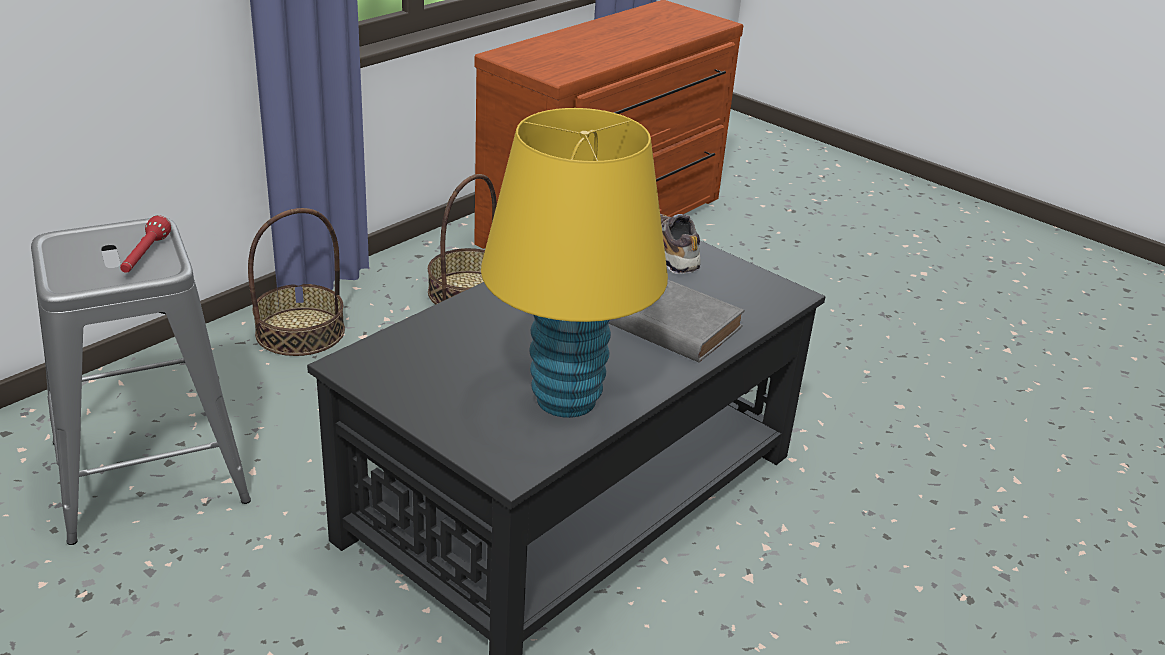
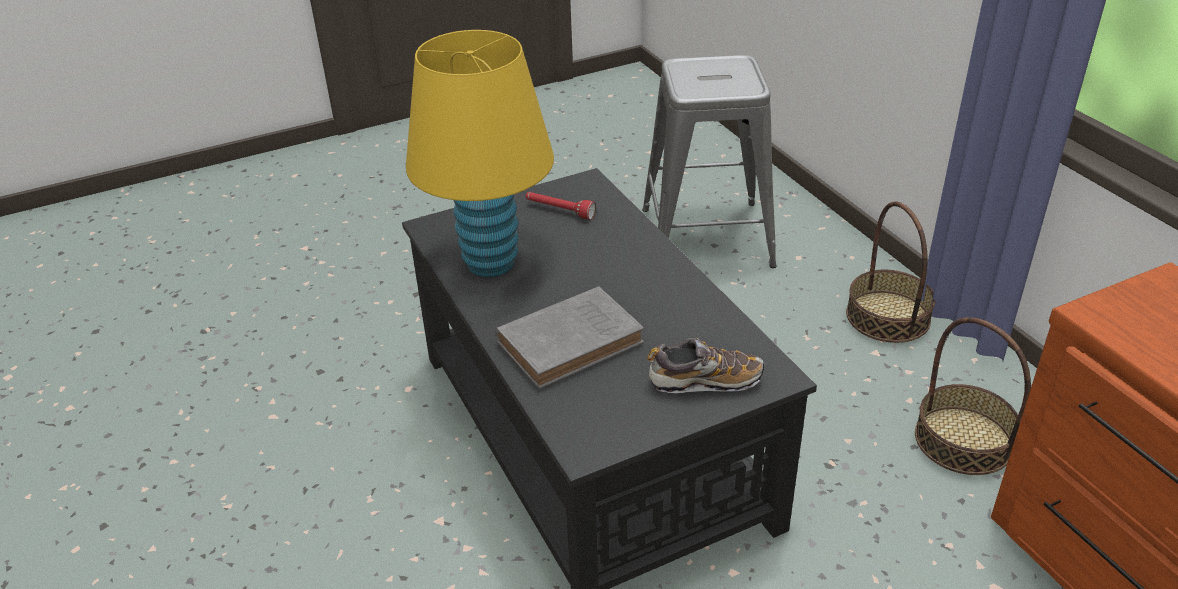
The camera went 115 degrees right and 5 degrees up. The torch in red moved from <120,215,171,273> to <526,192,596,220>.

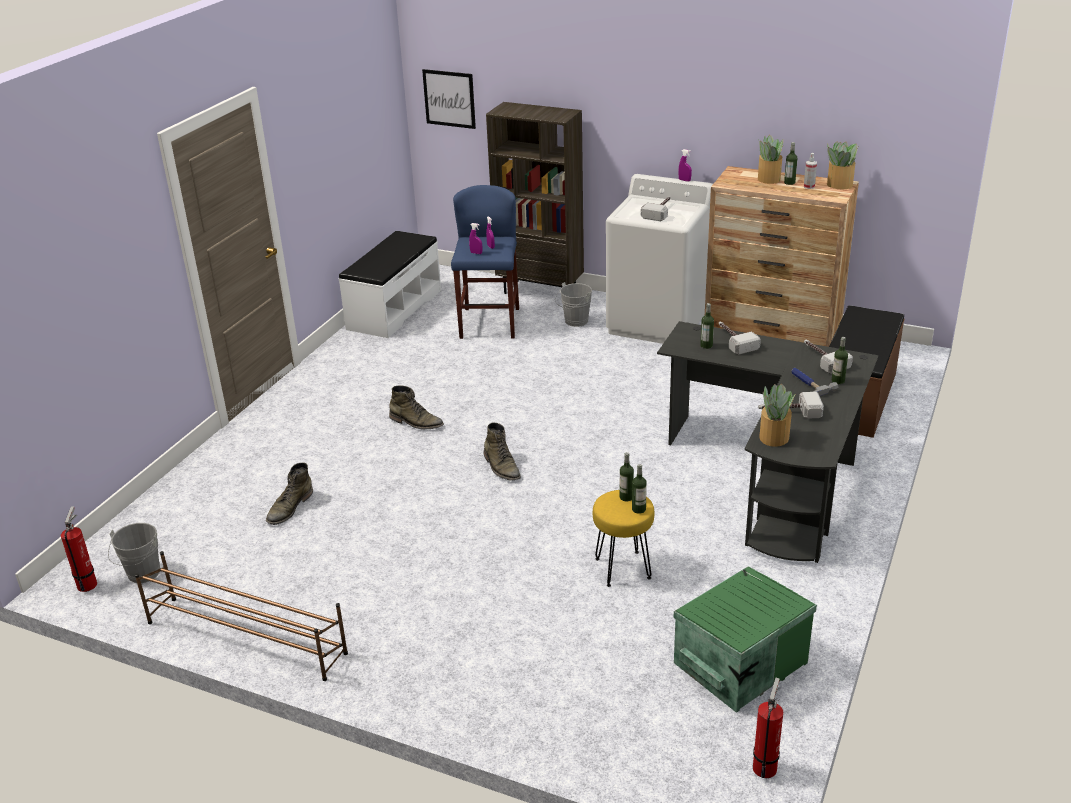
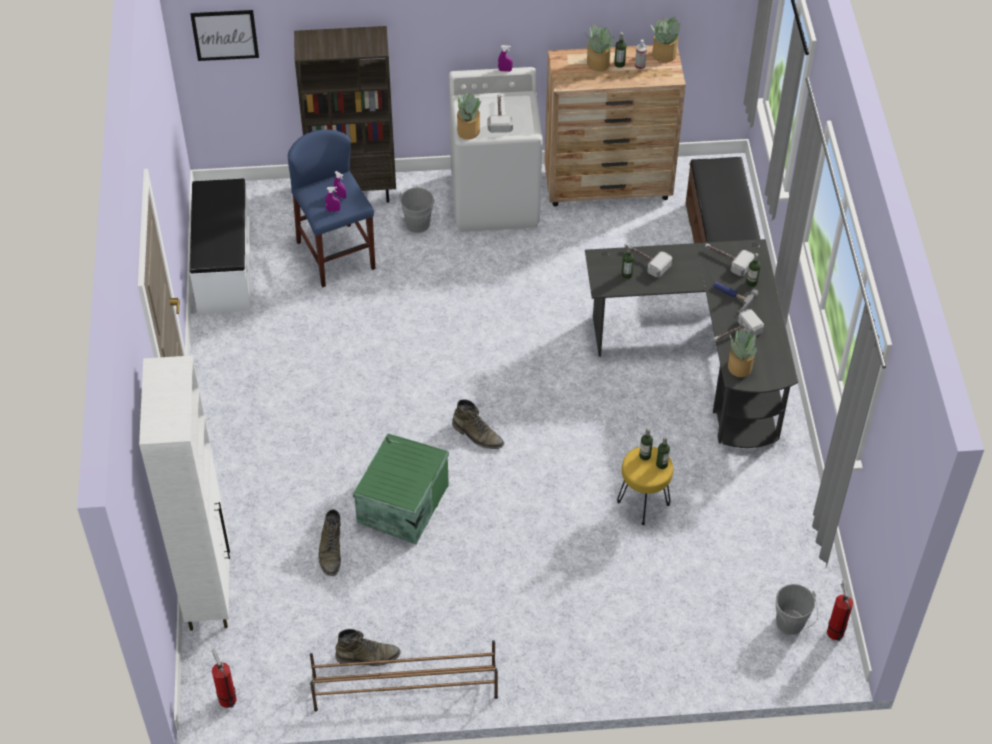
The camera went 30 degrees left and 20 degrees up. The tall boot in green-coloured moved from <389,385,444,430> to <336,629,401,666>. The bucket in gray moved from <108,523,160,583> to <776,584,818,635>. The storage container in green-coloured moved from <673,566,817,713> to <352,433,449,545>. The potted plant at <457,92,481,140> appeared. The cabinet in white at <139,355,230,631> appeared.

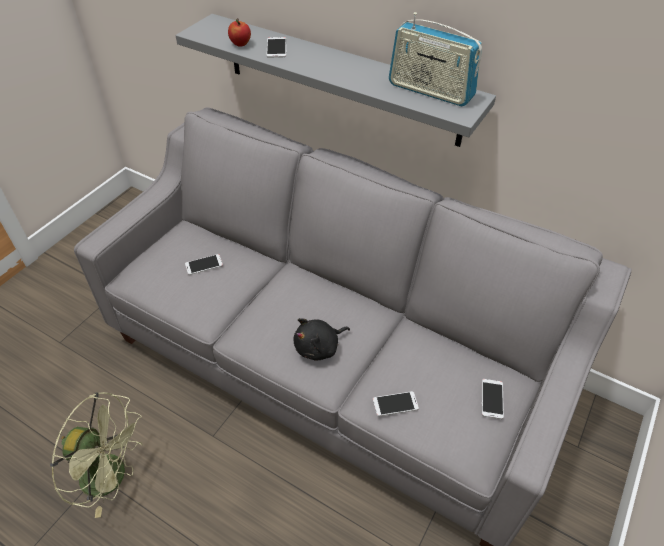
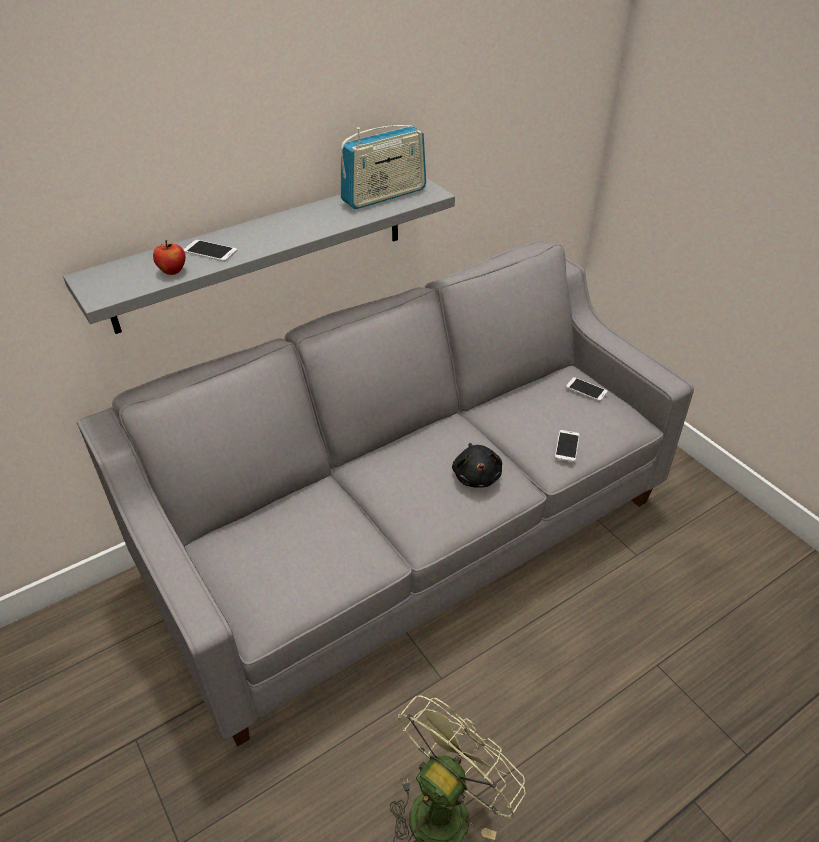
The camera went 65 degrees left and 5 degrees down. The handset at <185,254,223,275> disappeared.

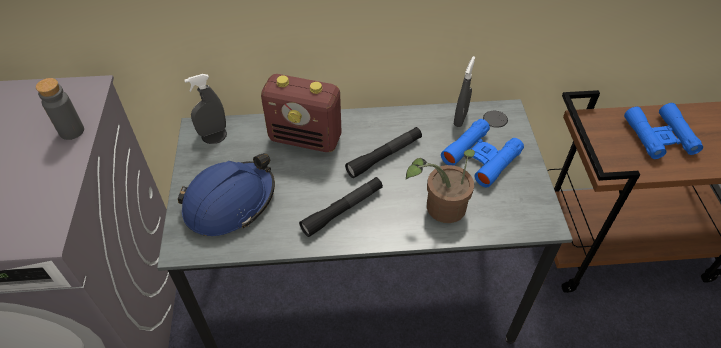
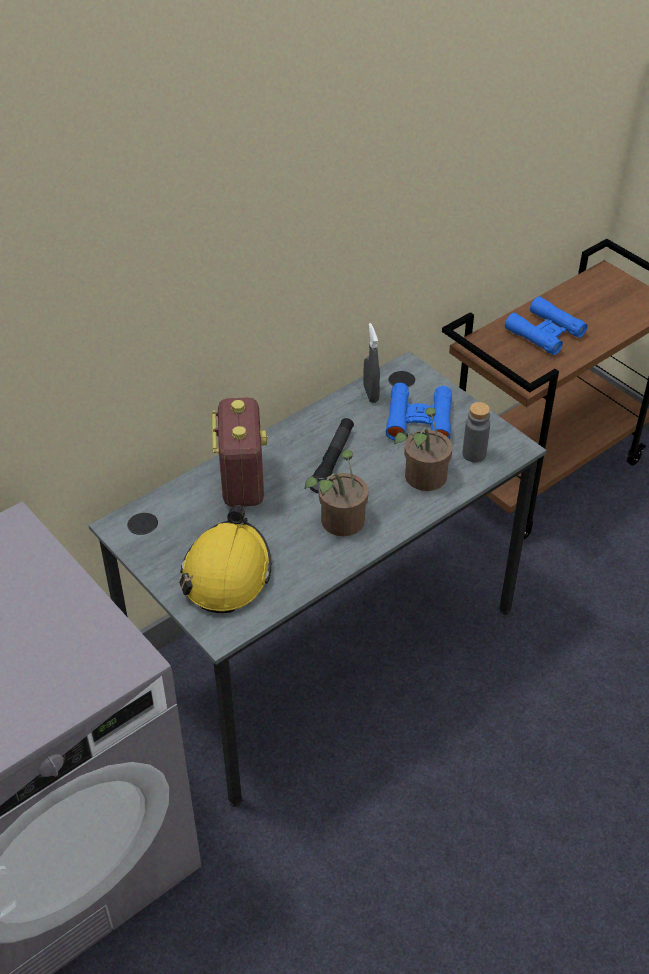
The camera went 35 degrees left and 5 degrees down. The sprayer in gray at <184,74,226,136> disappeared. The radio receiver at <261,74,341,152> turned 75 degrees counterclockwise. The bottle in gray moved from <36,78,84,140> to <463,402,490,462>. The work helmet in blue at <178,153,275,236> became the work helmet in yellow at <179,505,272,613>. The torch in black at <299,177,383,237> was replaced by the potted plant at <305,450,368,536>.

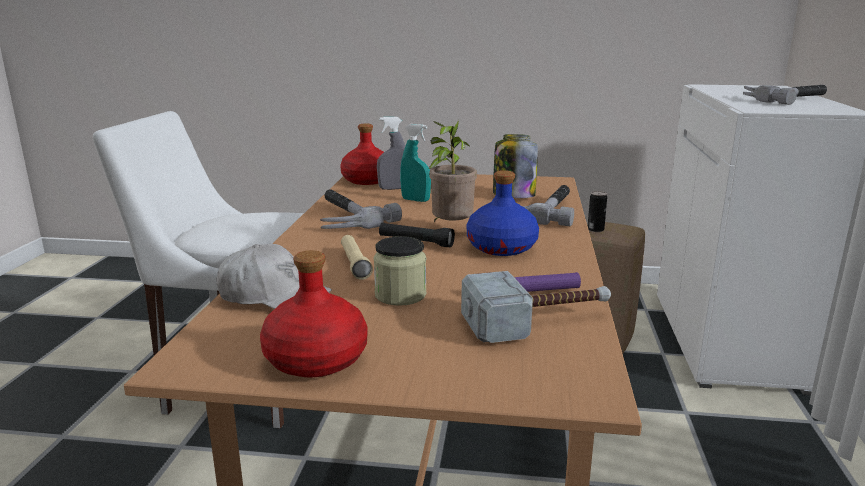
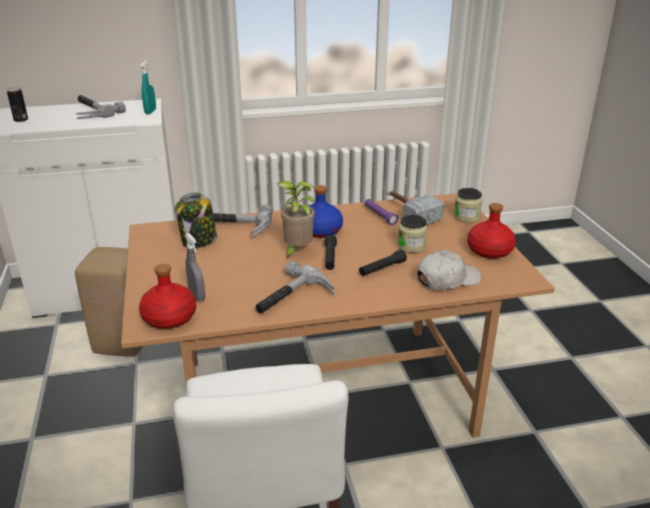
The camera went 110 degrees left and 10 degrees up. The sprayer in turquoise moved from <400,124,431,202> to <140,60,156,114>. The metal can moved from <588,191,607,232> to <7,87,28,122>. The torch in sand-coloured at <341,235,373,280> became the torch in black at <359,250,407,276>. The cap in white at <217,244,332,309> turned 75 degrees clockwise. The storage jar at <454,188,482,223> appeared.

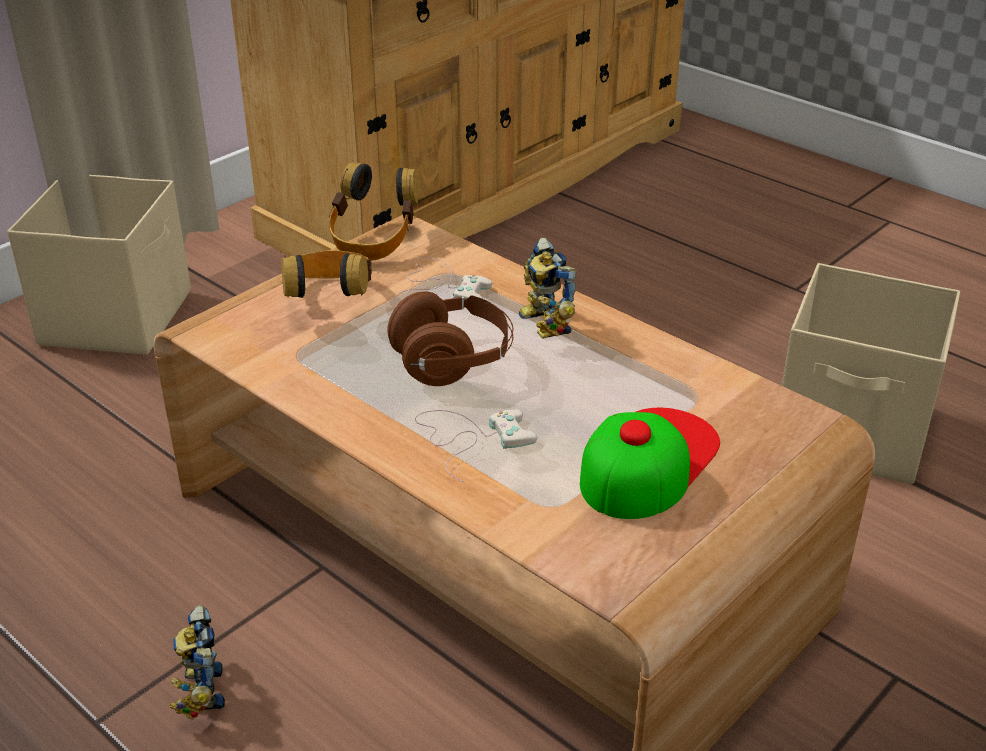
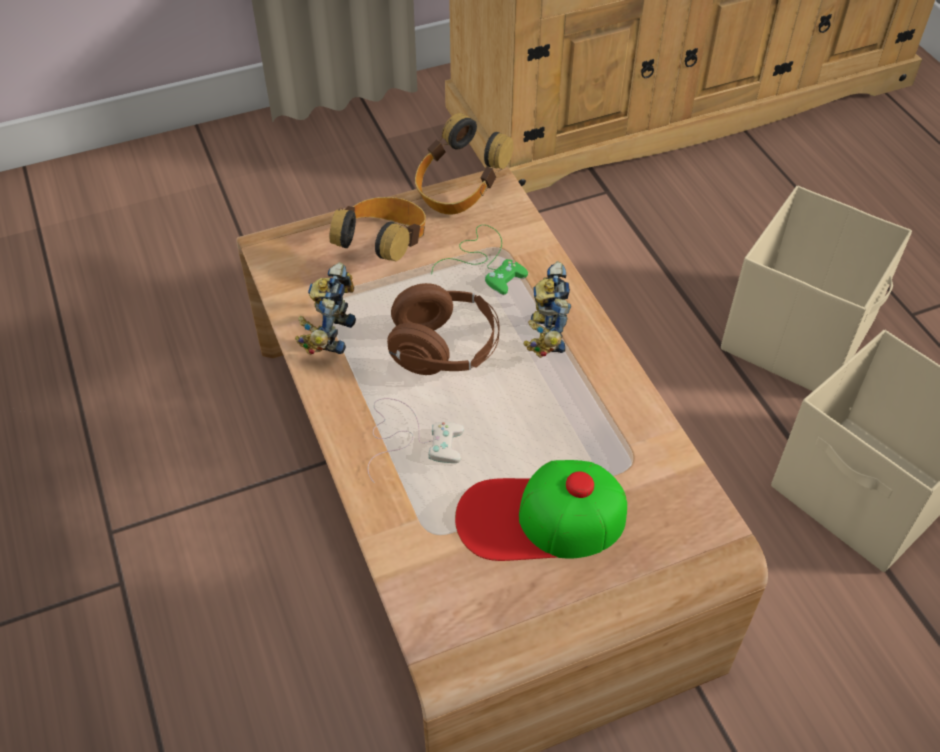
The camera went 25 degrees right and 15 degrees up. The storage container in sand-coloured moved from <7,175,191,355> to <721,186,912,391>. The game controller in white at <394,257,492,306> became the game controller in green-coloured at <431,225,528,295>. The cap at <580,408,720,519> turned 150 degrees counterclockwise. The robot figure moved from <170,605,225,719> to <295,262,356,355>.

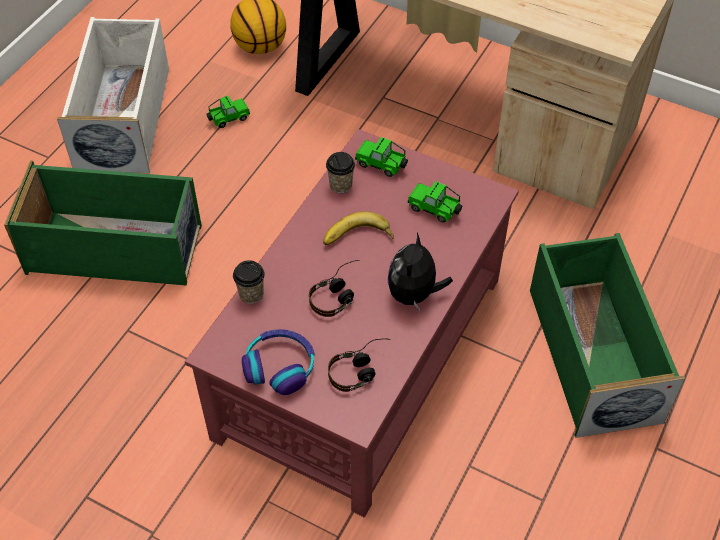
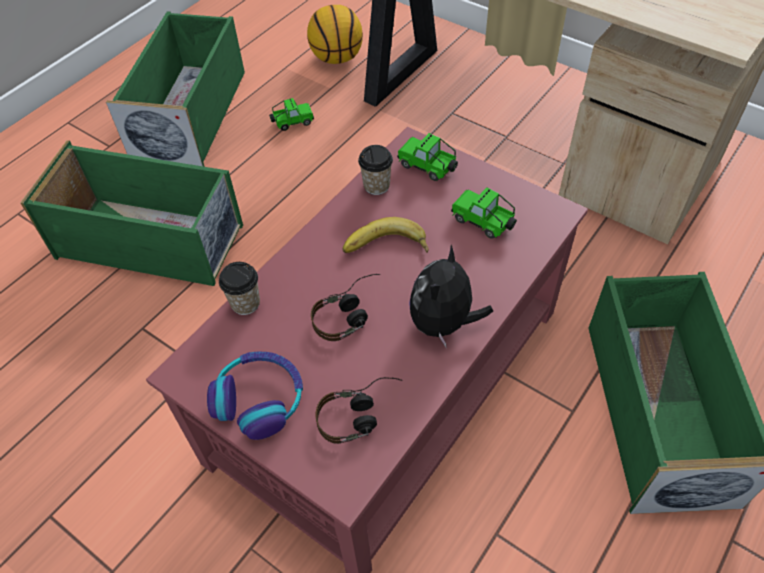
The camera went 10 degrees right and 0 degrees up. The storage container in white at <57,17,169,173> became the storage container in green-coloured at <106,11,245,167>.

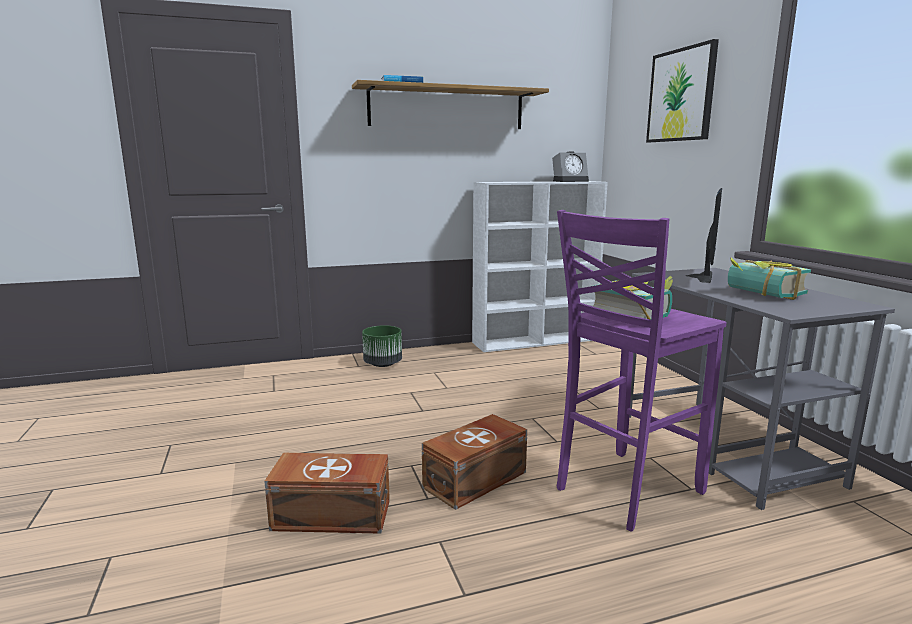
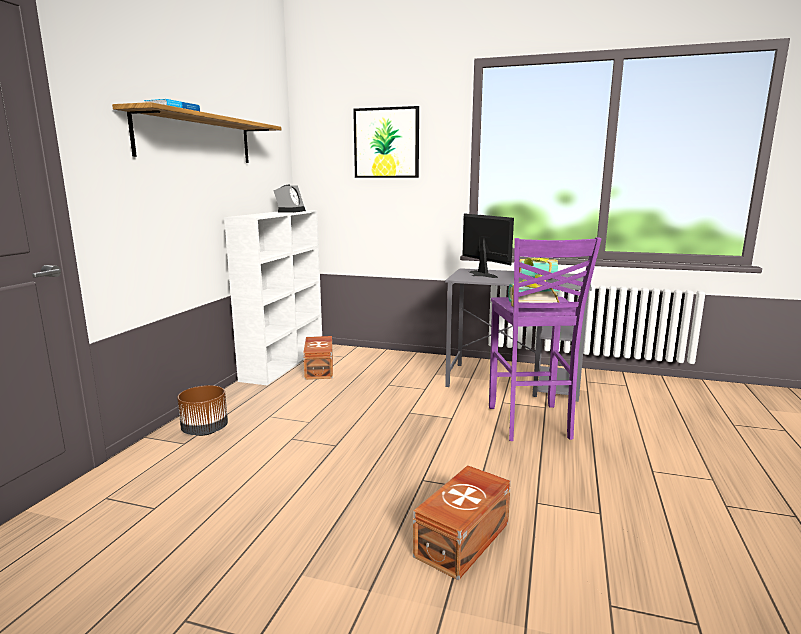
The camera went 55 degrees left and 0 degrees up. The plant pot in green-coloured at <362,325,402,367> became the plant pot in brown at <177,385,228,436>. The storage container in brown moved from <422,414,527,510> to <303,336,333,380>.

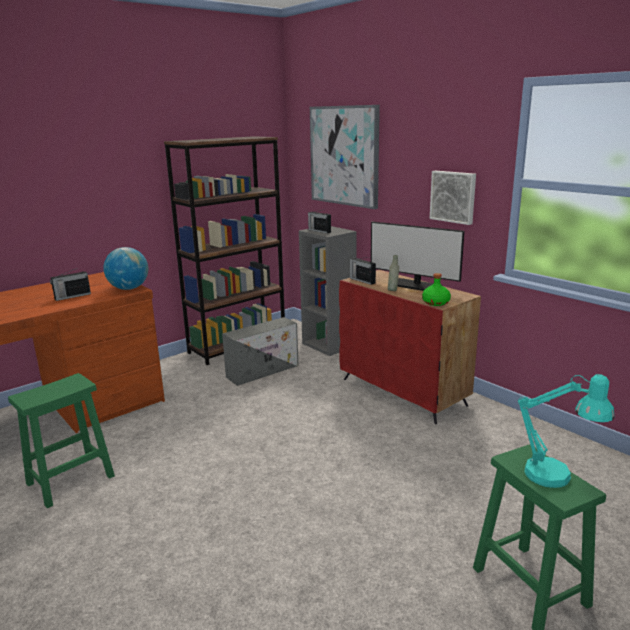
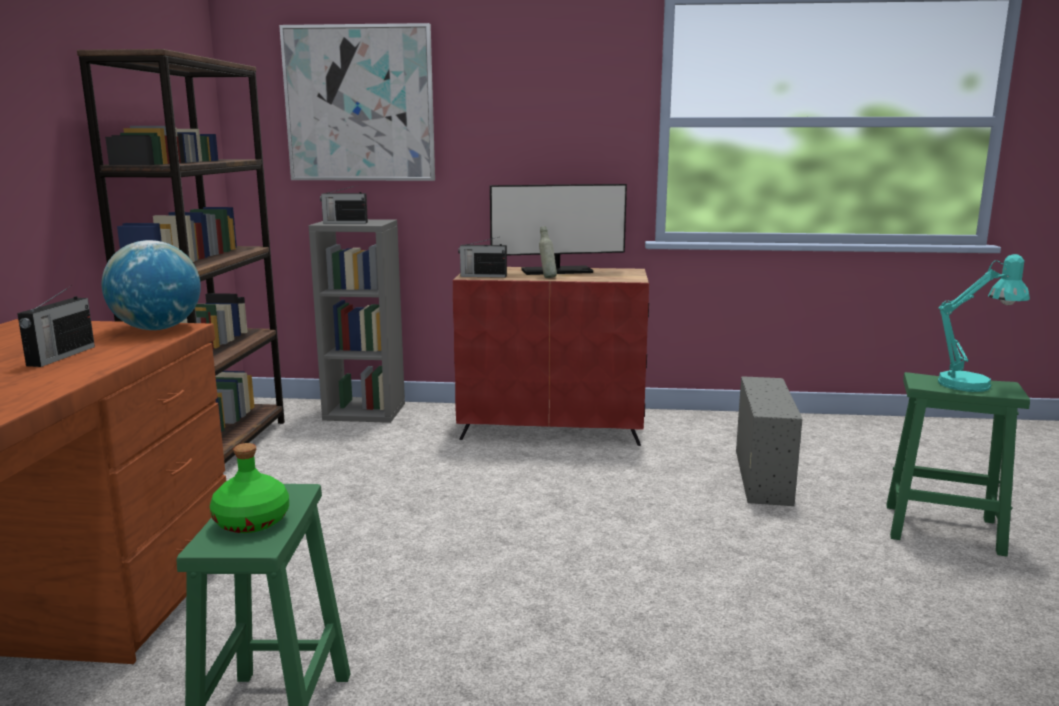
The camera went 45 degrees left and 5 degrees down. The wall picture at <430,171,476,225> disappeared. The bottle in green-coloured moved from <422,273,451,306> to <210,443,289,533>. The storage container in gray moved from <222,317,299,386> to <736,376,802,506>.

